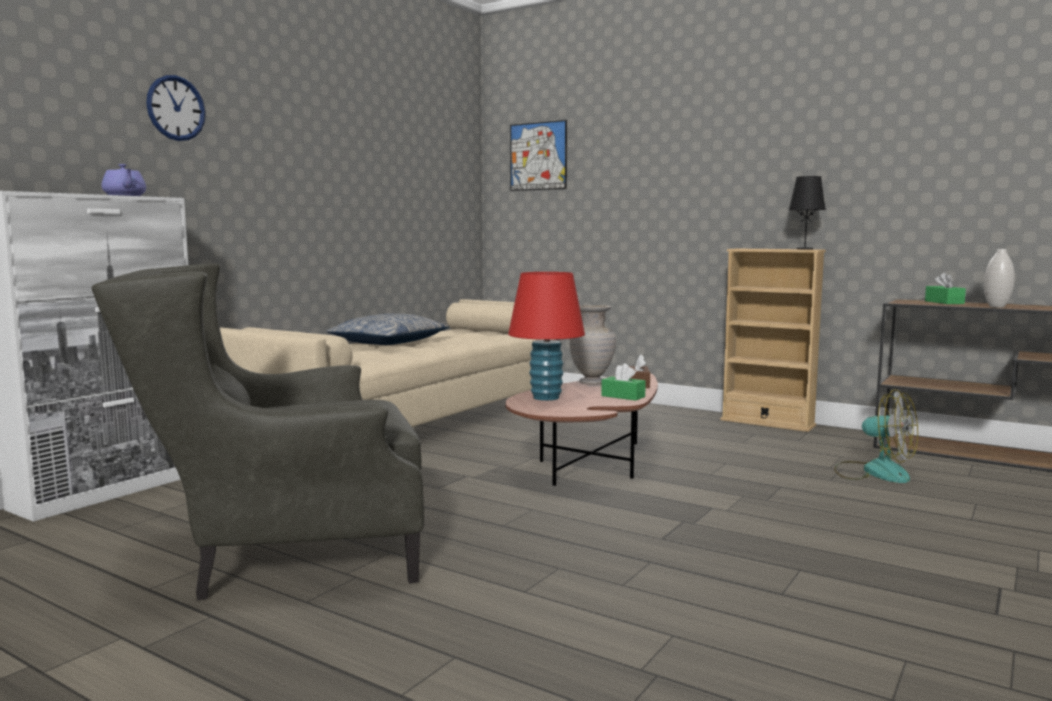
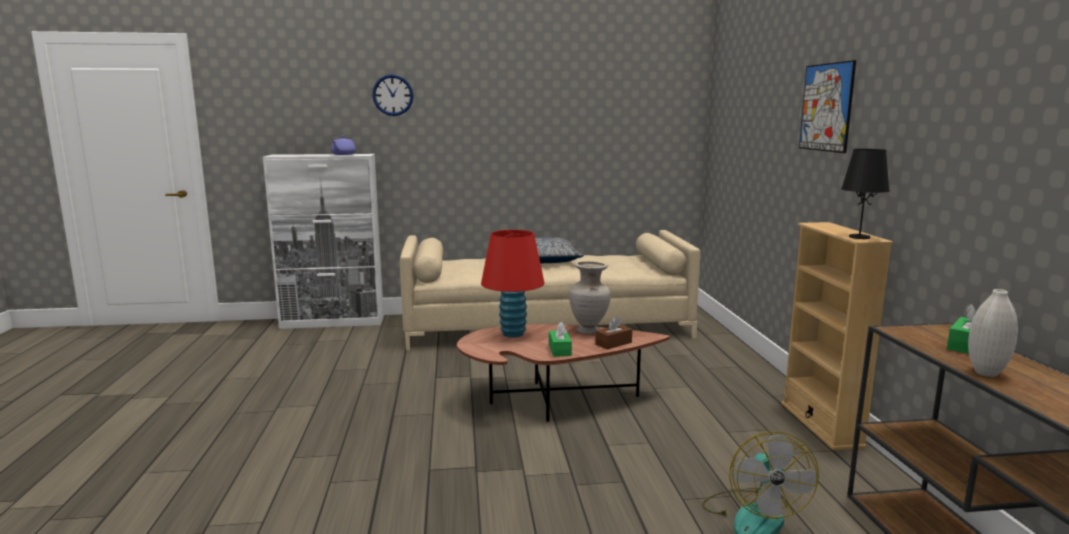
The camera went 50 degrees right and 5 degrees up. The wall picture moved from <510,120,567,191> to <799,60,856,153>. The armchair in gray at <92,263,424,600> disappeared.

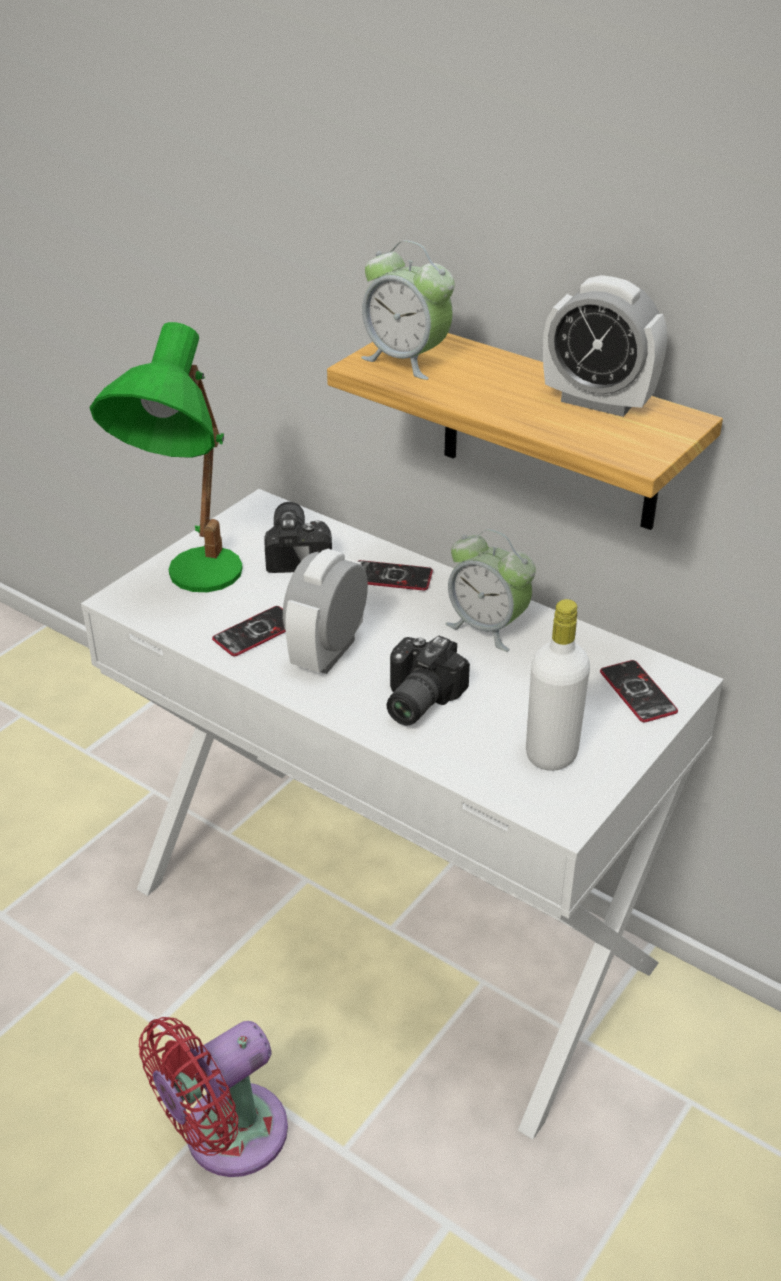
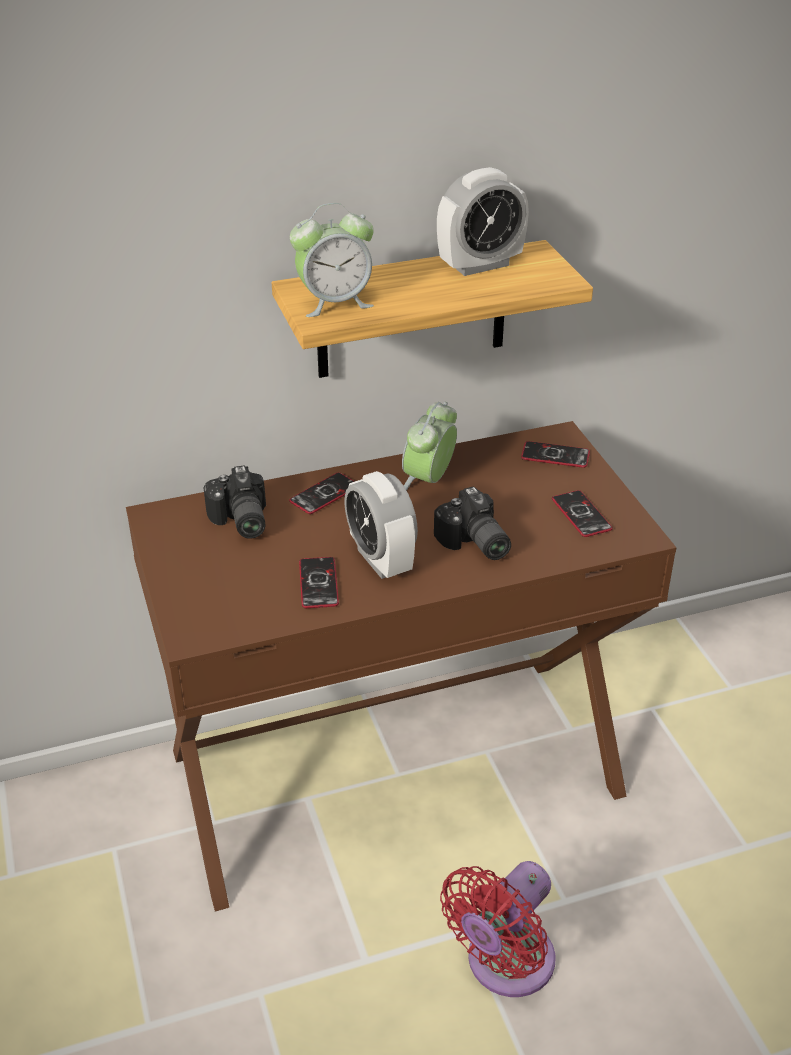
The camera went 55 degrees left and 0 degrees up. The tabletop lamp in green-coloured at <89,322,243,592> disappeared. The desk in white at <81,489,724,1140> became the desk in brown at <126,421,677,912>. The still camera at <265,502,332,573> turned 135 degrees counterclockwise. The table clock at <445,529,536,652> turned 135 degrees clockwise. The bottle in white at <526,599,590,771> was replaced by the handset at <552,490,613,537>. The cooling fan in red at <139,1017,288,1177> turned 45 degrees clockwise.

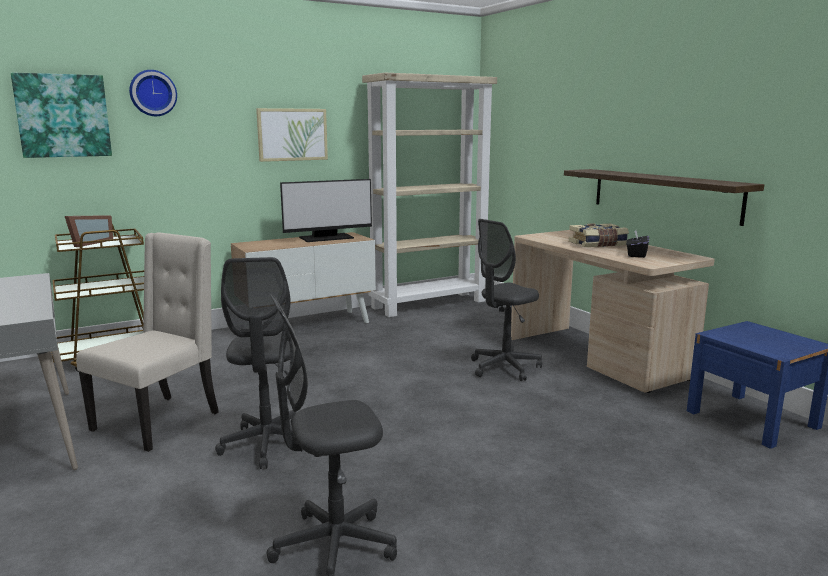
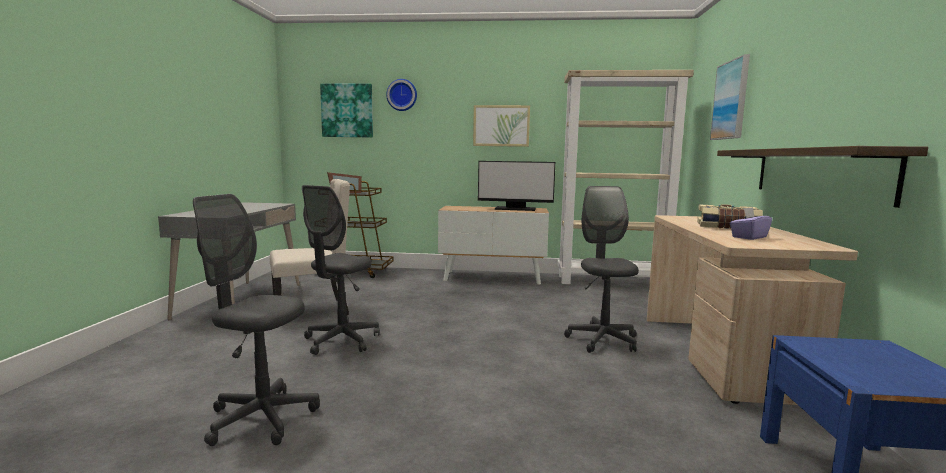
The camera went 35 degrees right and 5 degrees down. The office chair in gray at <471,219,542,381> turned 90 degrees clockwise. The tissue box in black at <626,230,649,258> became the tissue box in purplish at <730,207,772,240>. The wall picture at <710,54,750,140> appeared.

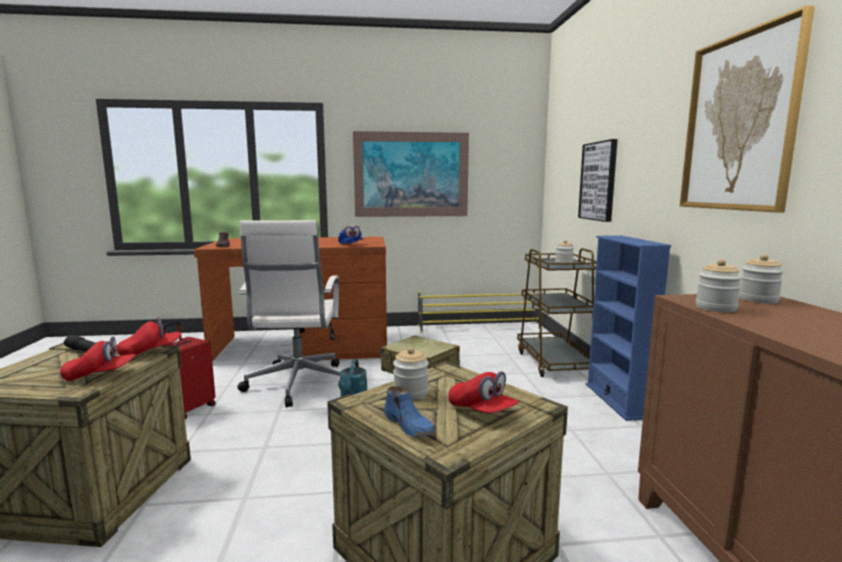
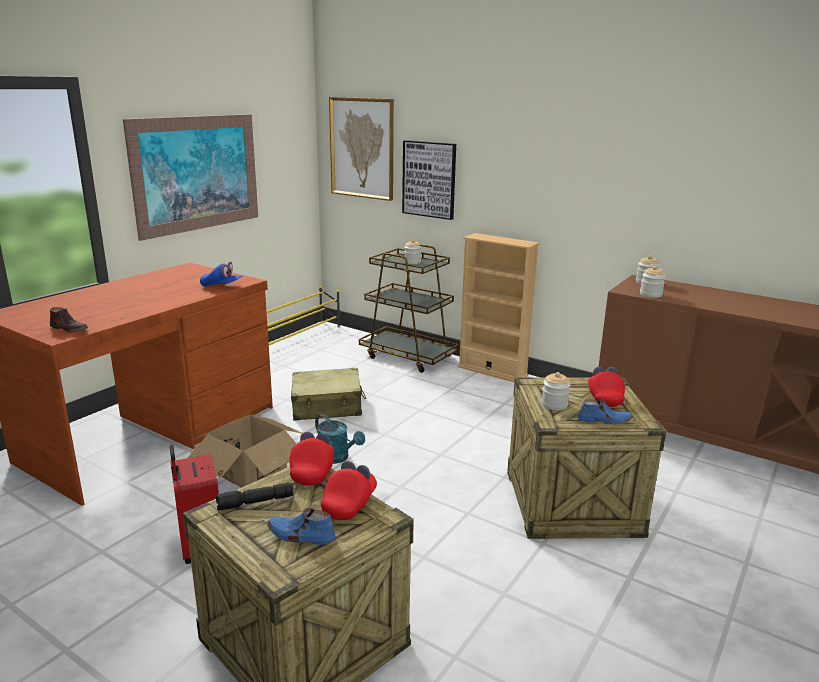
The camera went 50 degrees left and 10 degrees up. The wall picture moved from <680,6,815,212> to <329,97,394,201>. The office chair in white at <238,220,340,407> was replaced by the packing box at <188,415,302,488>. The shelving unit in blue at <586,235,671,421> became the shelving unit in sand-coloured at <457,233,540,382>. The cap in red at <448,371,519,413> turned 90 degrees counterclockwise. The item of footwear in blue at <267,508,336,545> appeared.

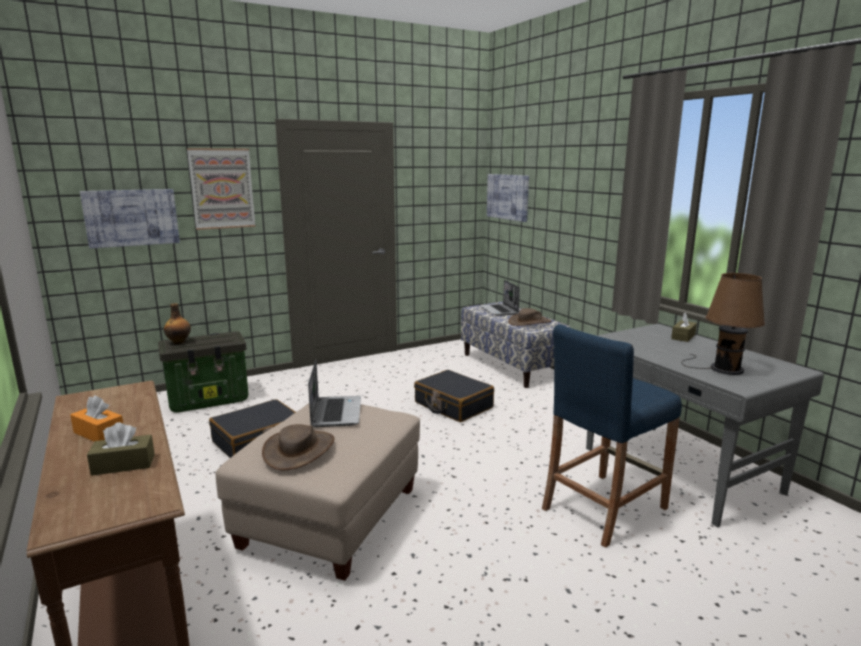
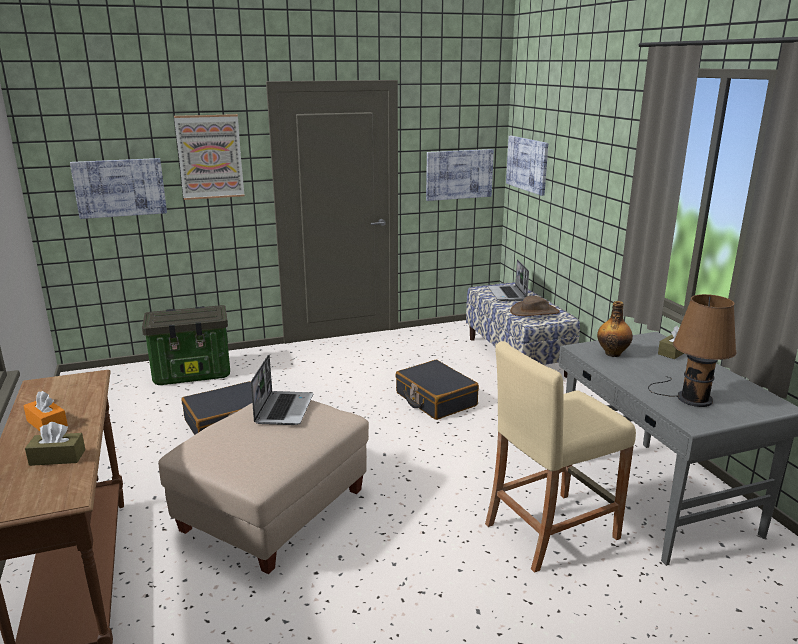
The camera went 10 degrees right and 5 degrees up. The bottle moved from <164,303,191,345> to <597,301,633,357>. The stool in blue at <542,324,682,548> became the stool in sand-coloured at <485,341,636,573>. The wearable hat in brown at <262,424,334,471> disappeared. The wall picture at <426,149,494,201> appeared.

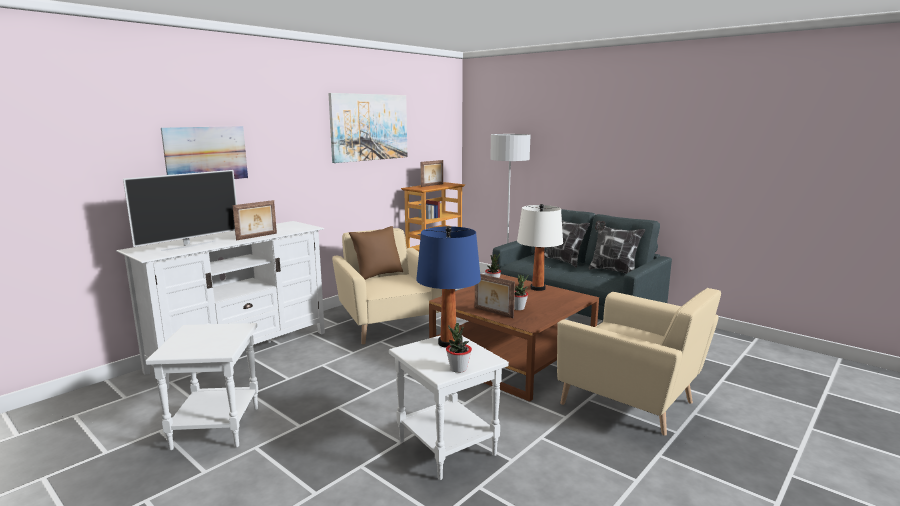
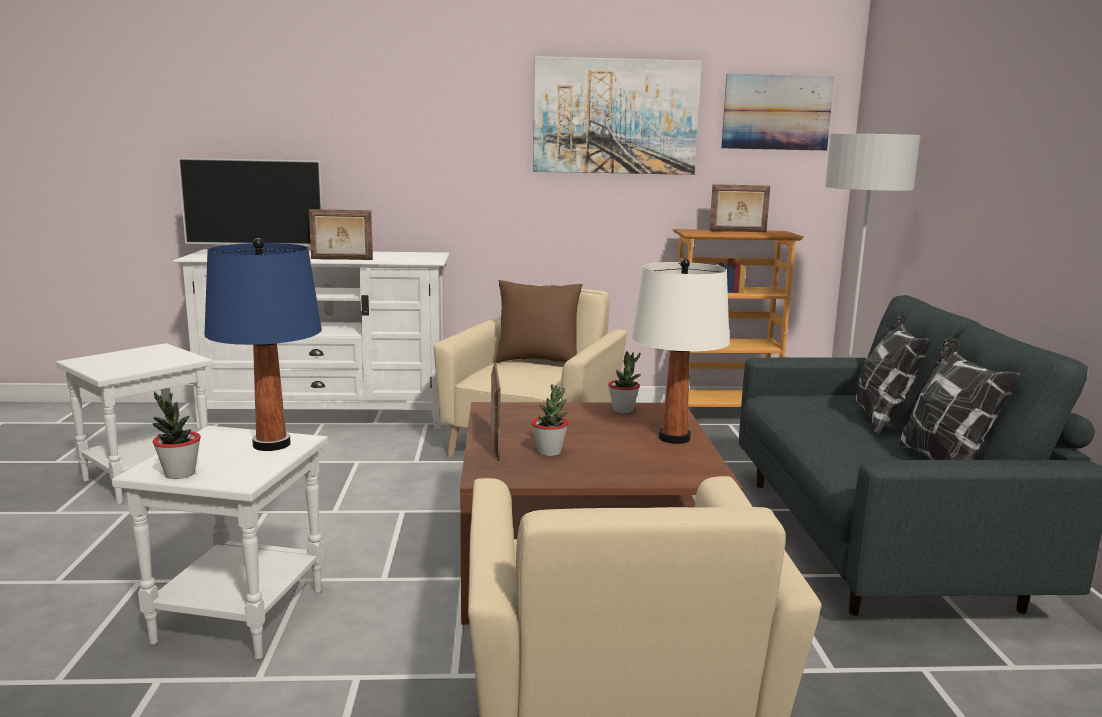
The camera went 45 degrees right and 0 degrees up. The wall picture moved from <161,126,248,179> to <721,73,835,151>.

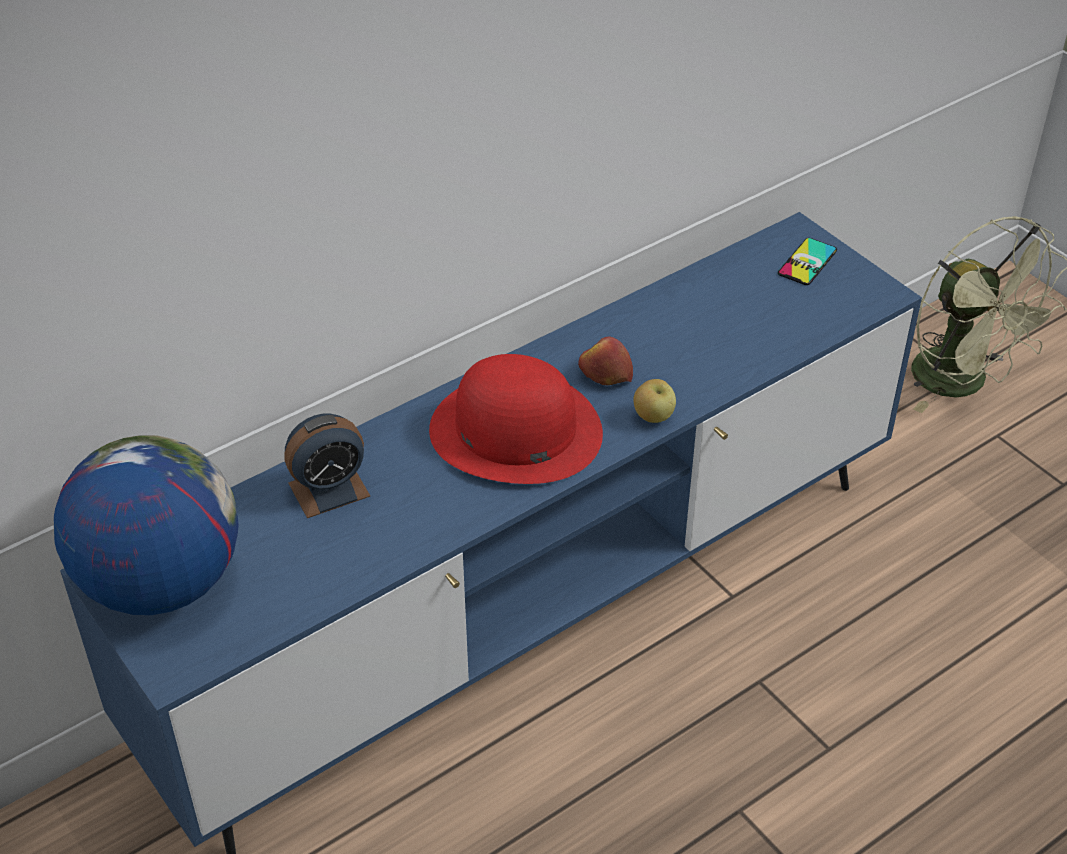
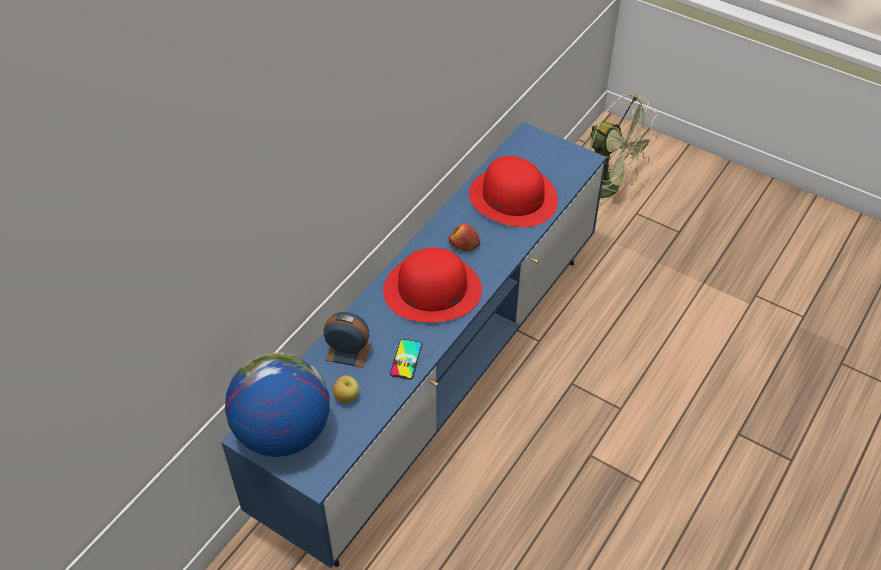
The camera went 20 degrees left and 5 degrees up. The handset moved from <778,238,837,285> to <390,339,423,379>. The apple moved from <634,379,676,423> to <333,375,359,403>. The table clock at <284,414,370,518> turned 120 degrees counterclockwise. The wearable hat in red at <469,156,558,227> appeared.

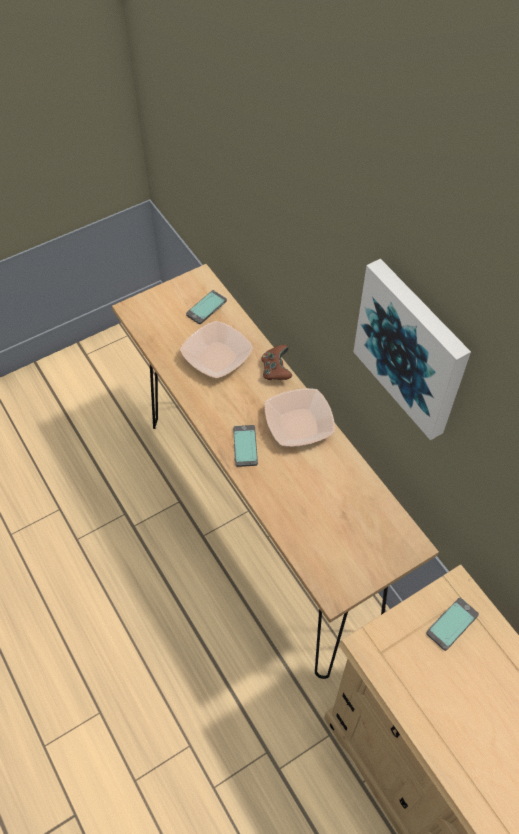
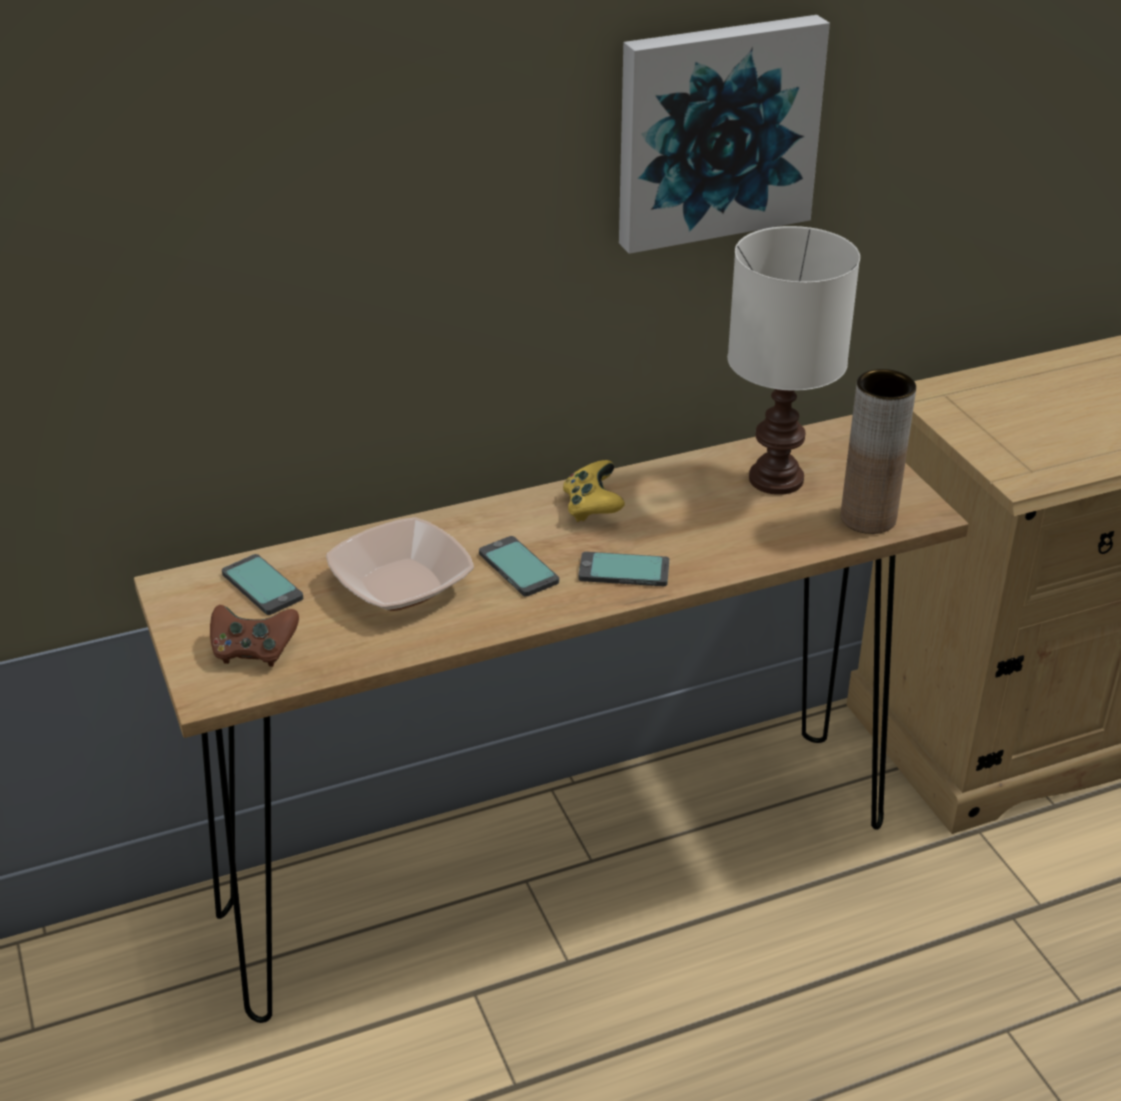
The camera went 80 degrees left and 20 degrees down. The game controller in brown moved from <262,345,292,380> to <210,605,299,667>. The serving bowl at <265,388,335,447> was replaced by the game controller in yellow at <563,460,625,522>. The handset moved from <426,598,479,651> to <479,536,559,597>. The tabletop lamp in white at <728,226,860,495> appeared. The flower vase in brown at <841,369,916,534> appeared.

